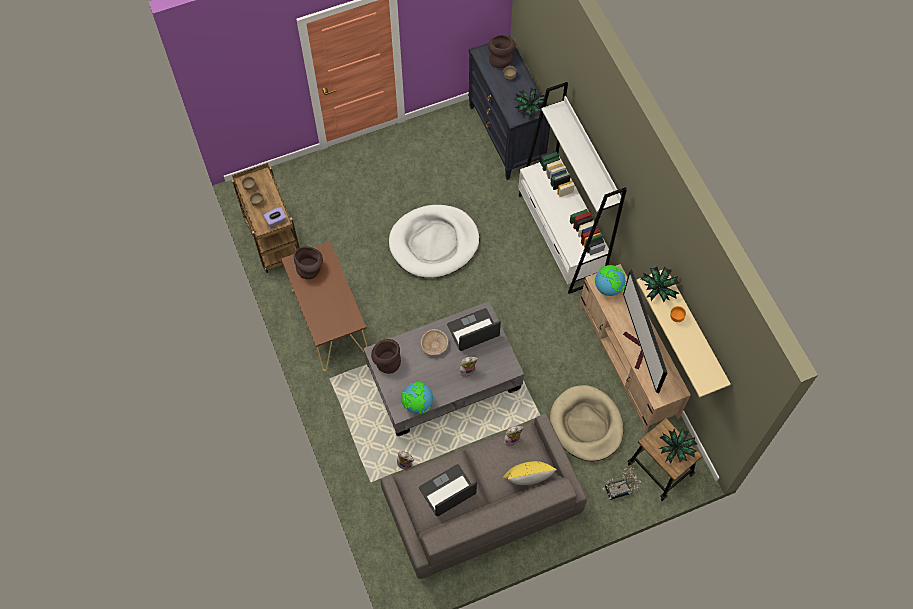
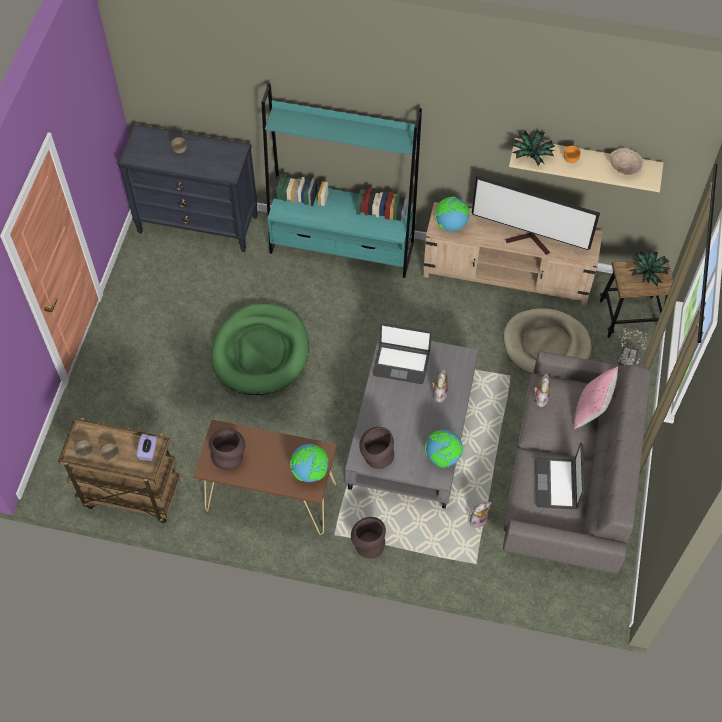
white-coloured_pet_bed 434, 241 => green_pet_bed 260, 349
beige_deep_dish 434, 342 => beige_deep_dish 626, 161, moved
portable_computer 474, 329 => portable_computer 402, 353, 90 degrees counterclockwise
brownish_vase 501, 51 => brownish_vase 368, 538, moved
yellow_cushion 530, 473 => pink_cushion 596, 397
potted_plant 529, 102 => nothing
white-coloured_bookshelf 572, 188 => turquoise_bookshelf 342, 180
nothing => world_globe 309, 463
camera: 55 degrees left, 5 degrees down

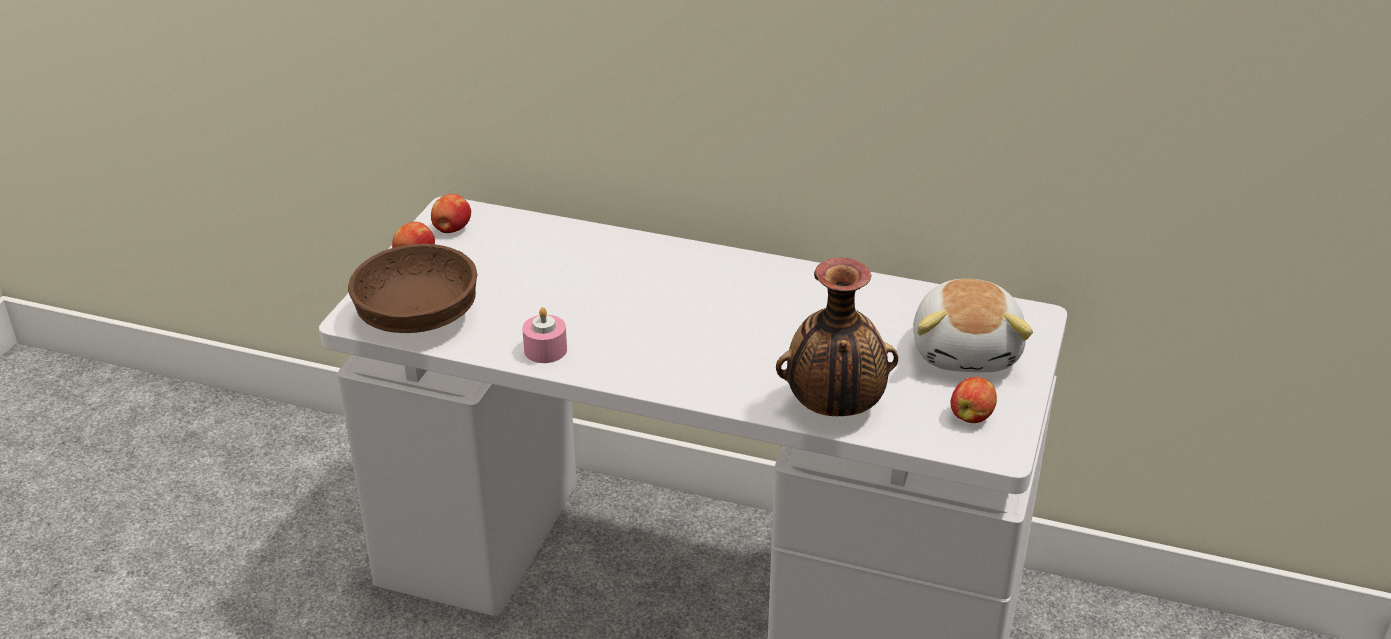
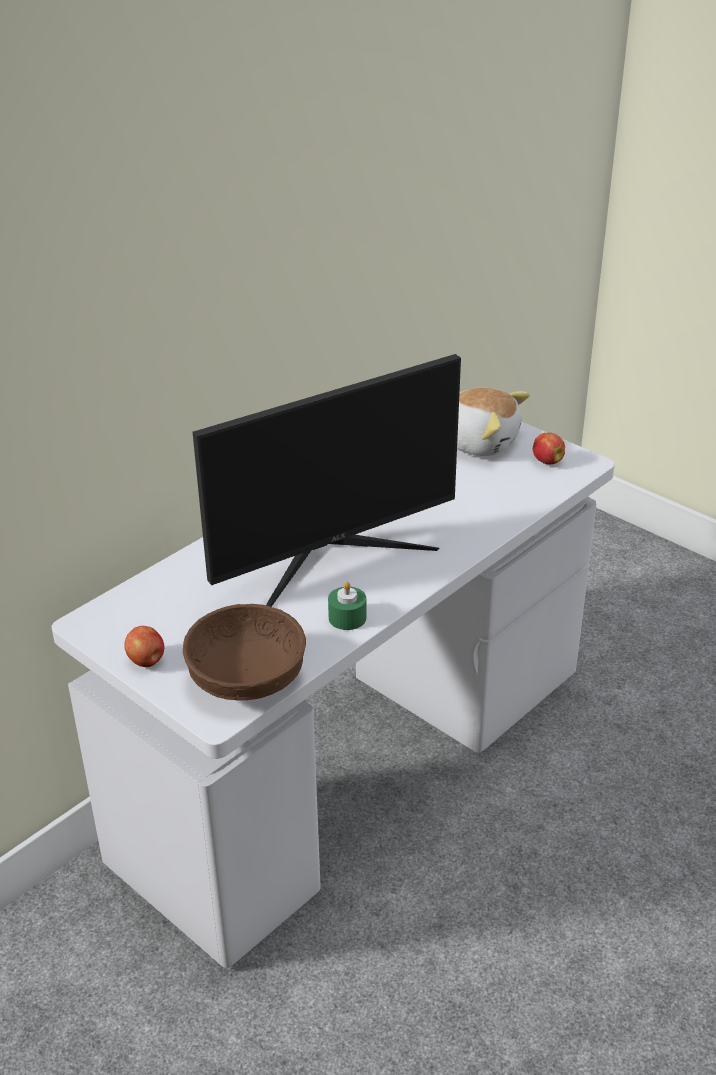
apple_fruit 451, 213 => nothing
pink_wax_candle 544, 335 => green_wax_candle 347, 605
vase 837, 337 => nothing
nothing => monitor 327, 480
camera: 65 degrees left, 0 degrees up

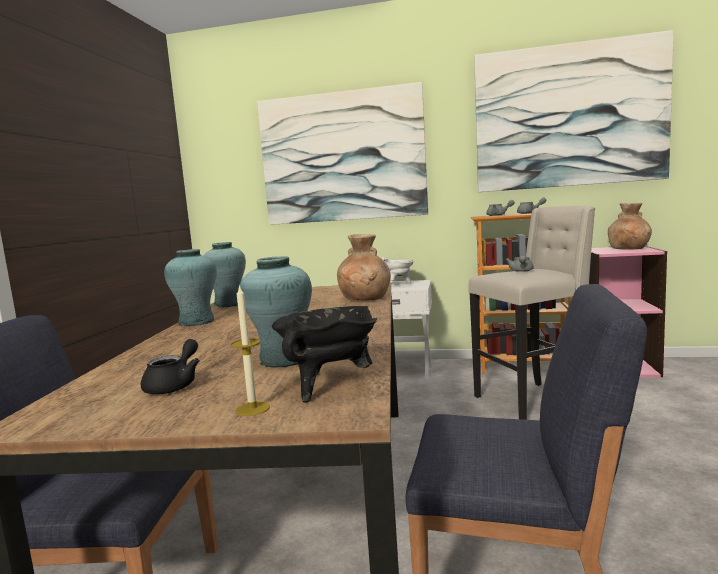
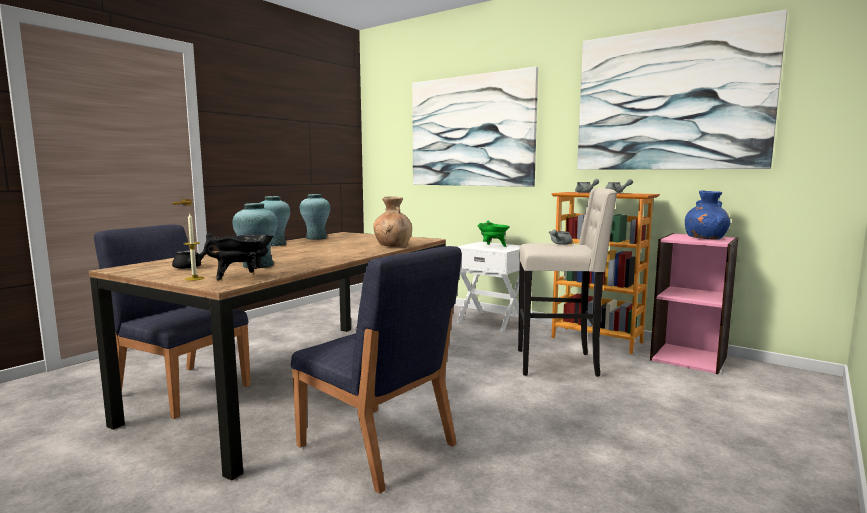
white-coloured_saucepot 398, 270 => green_saucepot 494, 233
brownish_vase 630, 226 => blue_vase 708, 215
camera: 25 degrees right, 0 degrees up

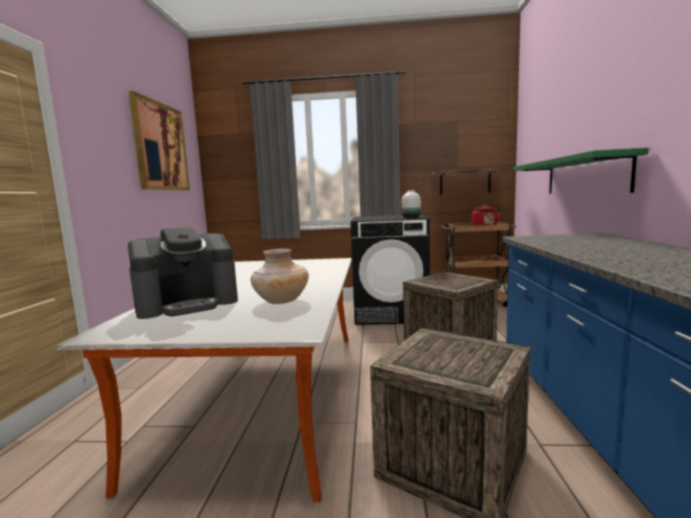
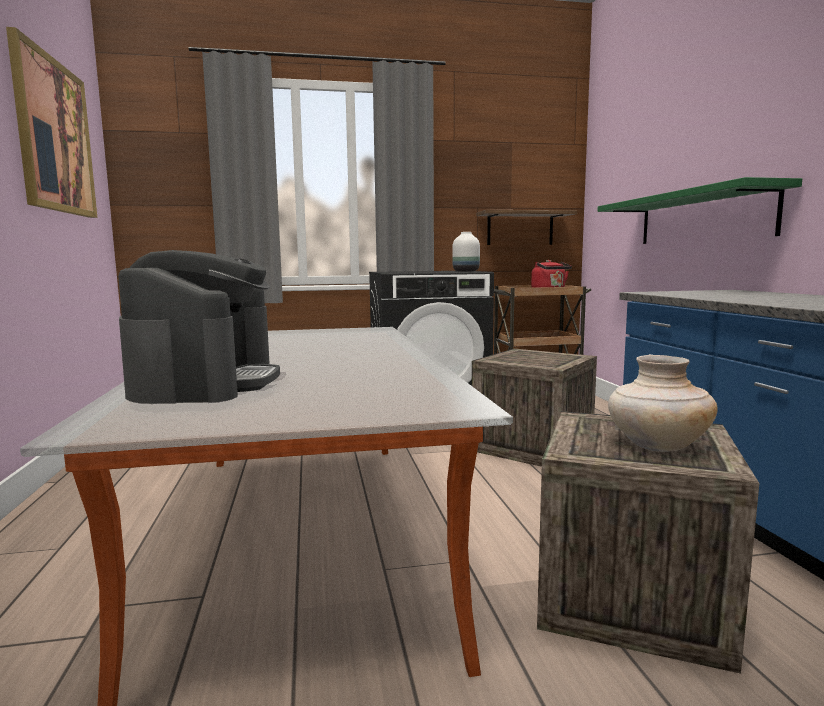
coffee_machine 183, 273 => coffee_machine 199, 327, 45 degrees counterclockwise
beige_vase 280, 276 => beige_vase 663, 403, moved
camera: 15 degrees left, 0 degrees up

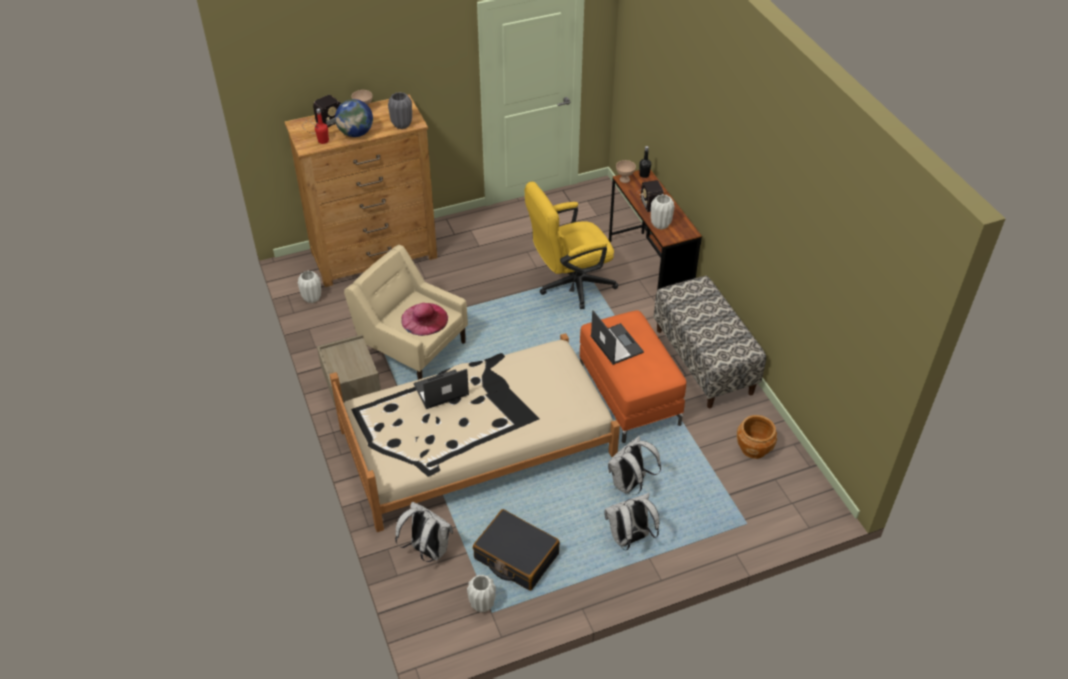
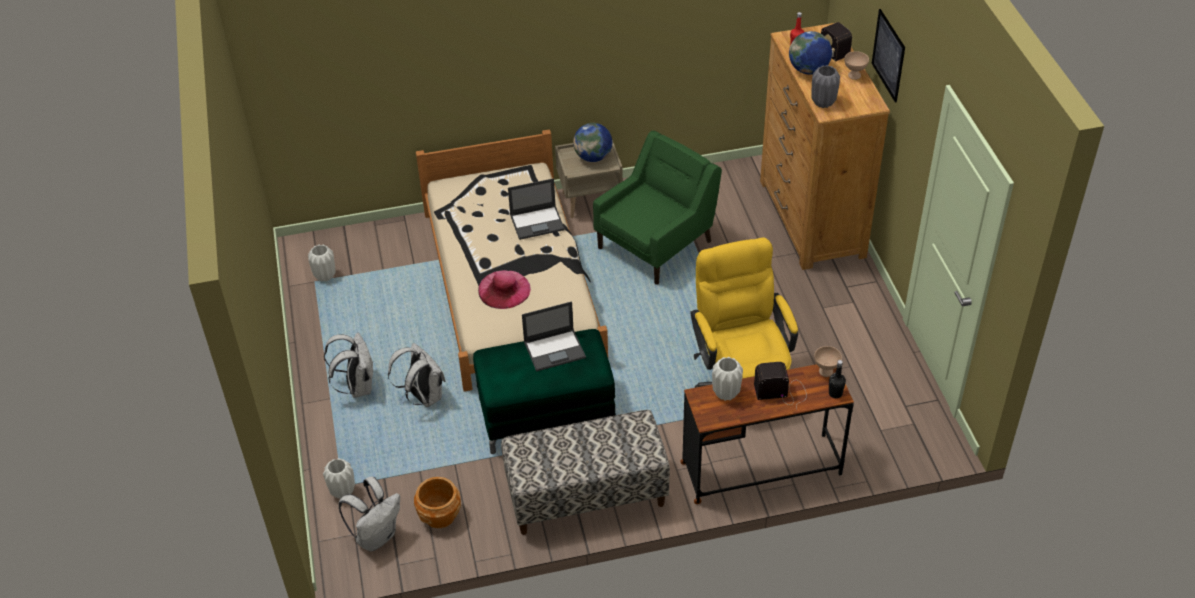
white-coloured_vase 309, 287 => white-coloured_vase 339, 478, moved
beige_armchair 406, 312 => green_armchair 657, 208
white-coloured_knapsack 424, 532 => white-coloured_knapsack 369, 514, moved
pink_hat 424, 319 => pink_hat 504, 289, moved
portable_computer 441, 389 => portable_computer 536, 209, 90 degrees clockwise
black_suitcase 516, 550 => nothing
orange_ottoman 632, 376 => green_ottoman 544, 391
nothing => world_globe 592, 142
nothing => picture 888, 55
camera: 100 degrees right, 0 degrees up

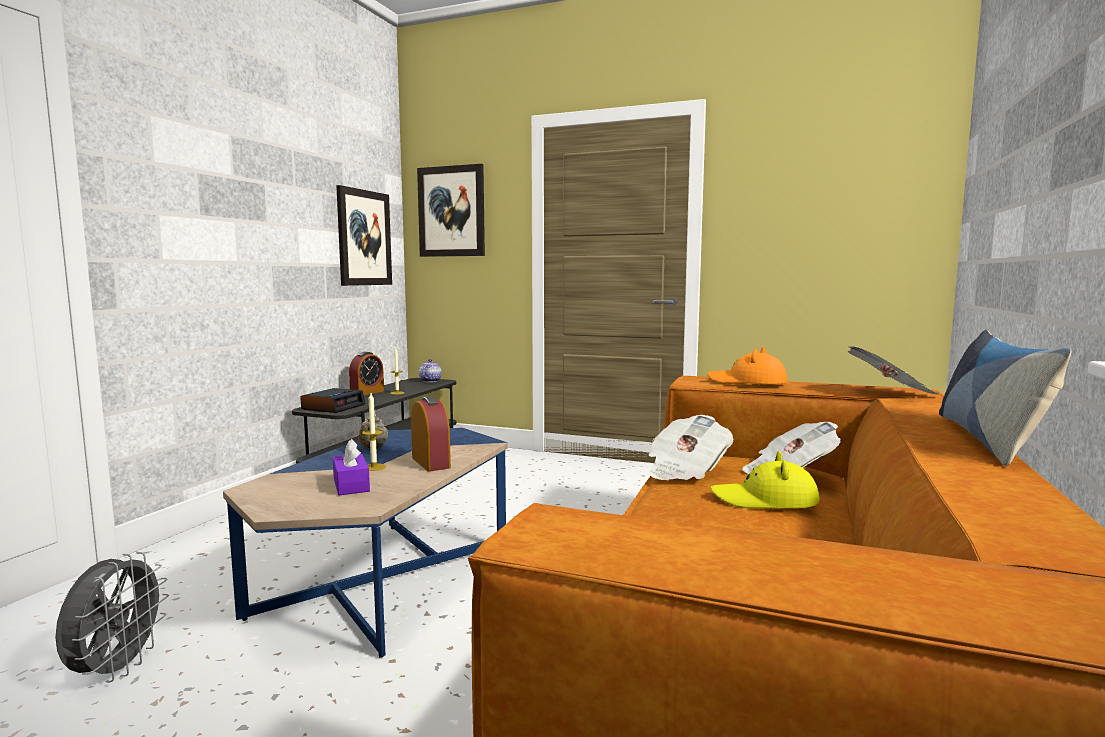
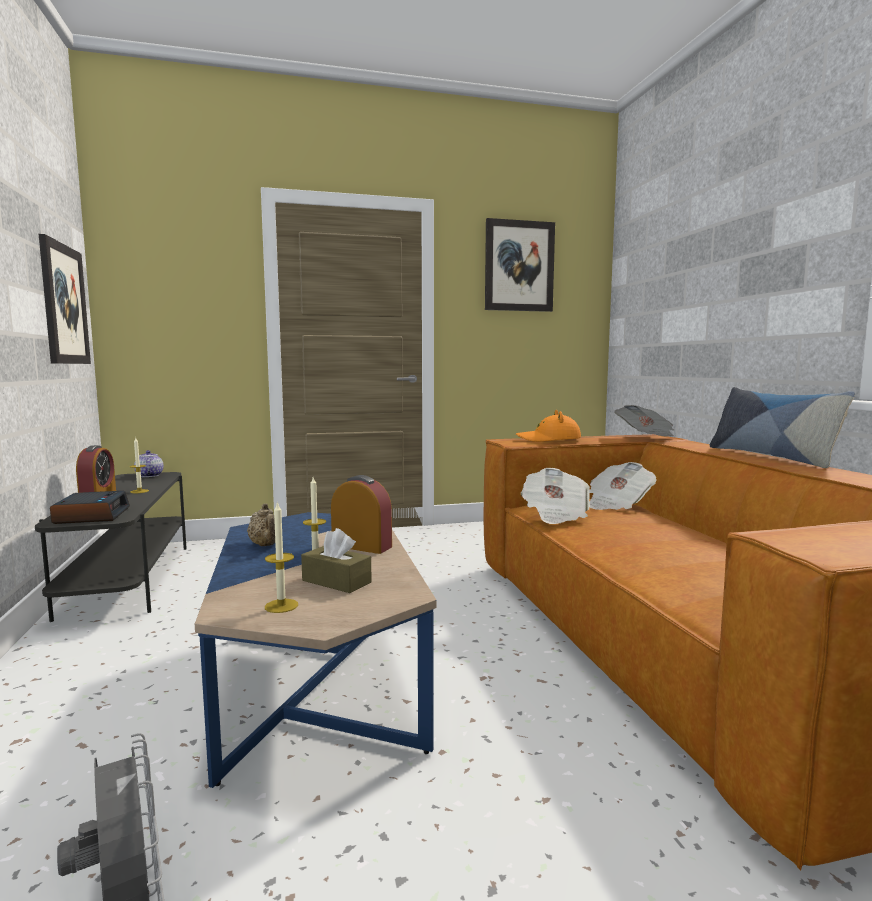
purple_tissue_holder 351, 467 => brownish_tissue_holder 336, 560
picture 451, 210 => picture 520, 265, moved
yellow_hat 765, 480 => nothing
nothing => wax_candle 281, 557
camera: 35 degrees left, 0 degrees up

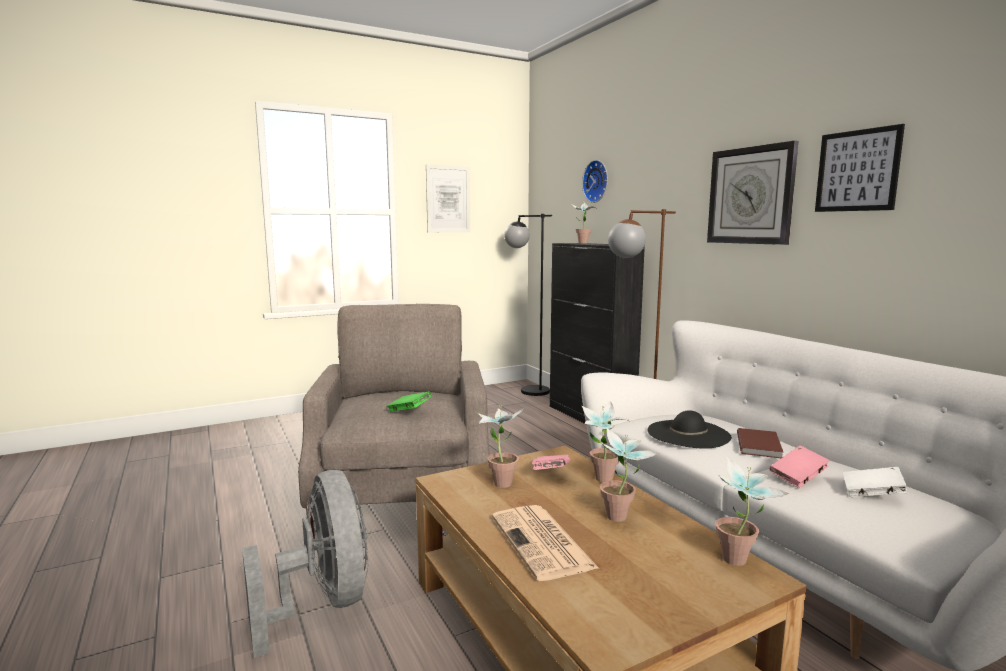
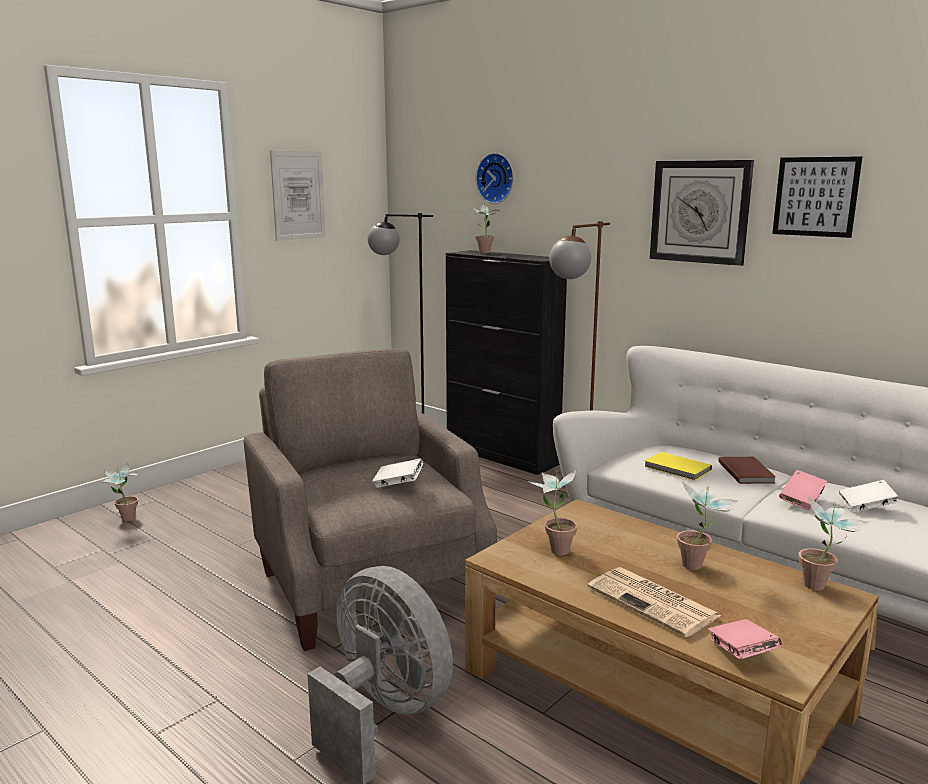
green_volume 409, 401 => white-coloured_volume 397, 473
pink_volume 550, 462 => pink_volume 745, 639, moved
potted_plant 606, 442 => potted_plant 121, 491, moved
black_hat 689, 429 => yellow_volume 678, 466
camera: 20 degrees left, 5 degrees up

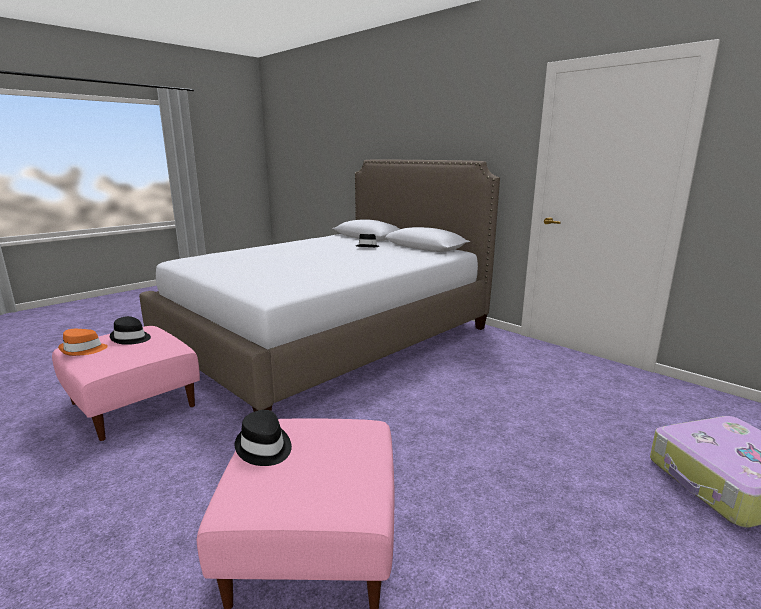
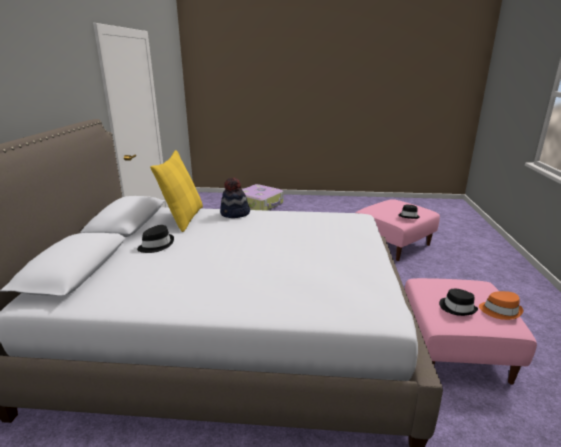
nothing => yellow_cushion 176, 191
nothing => hat 235, 198
camera: 130 degrees left, 5 degrees up

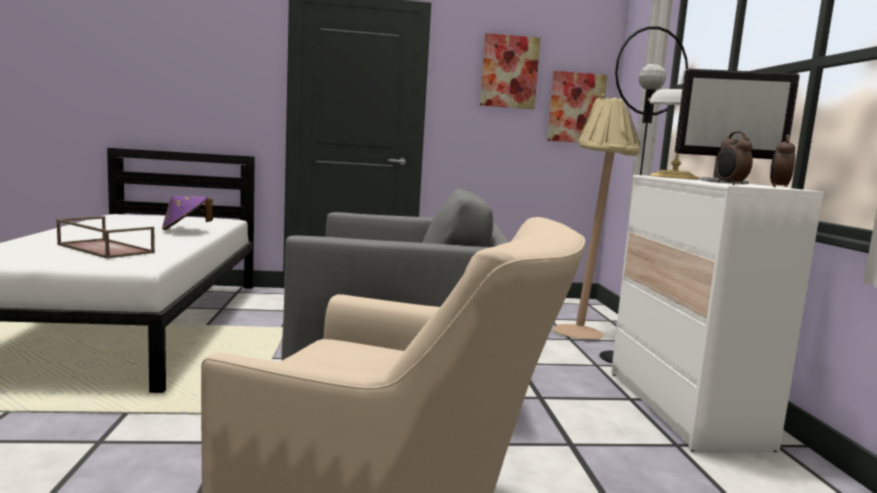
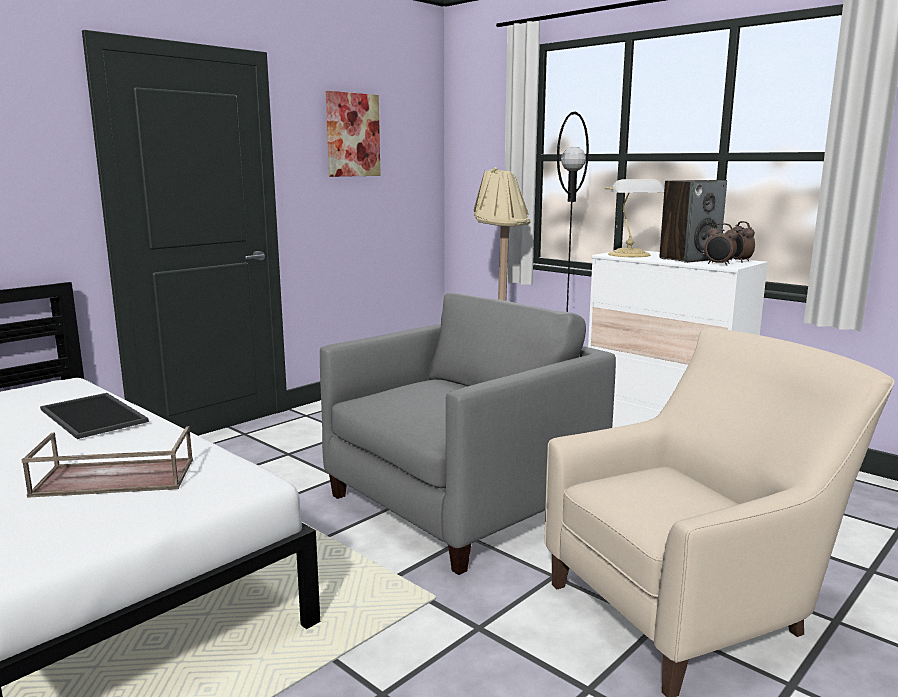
purple_hat 187, 213 => tray 94, 416
picture 577, 107 => nothing
monitor 737, 126 => audio_speaker 693, 221
camera: 40 degrees left, 5 degrees up

